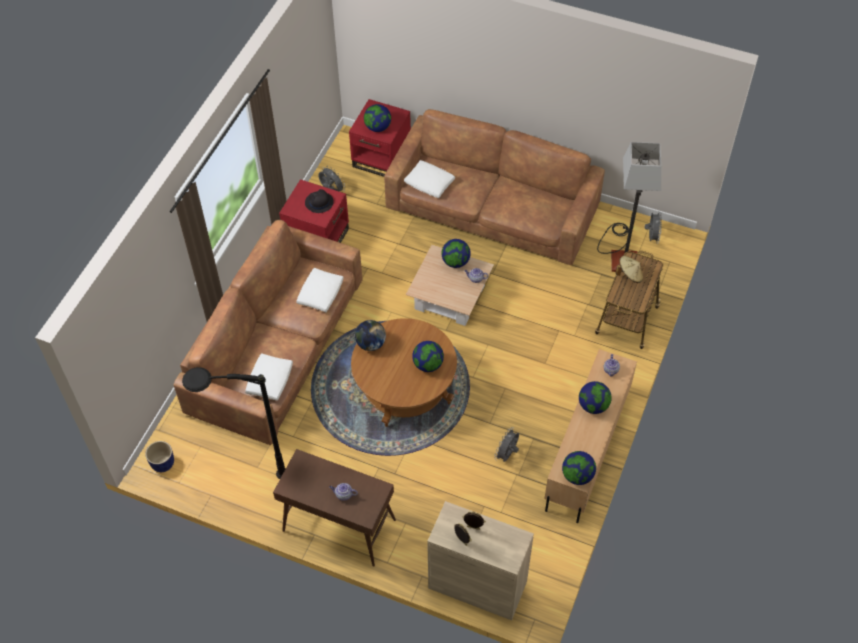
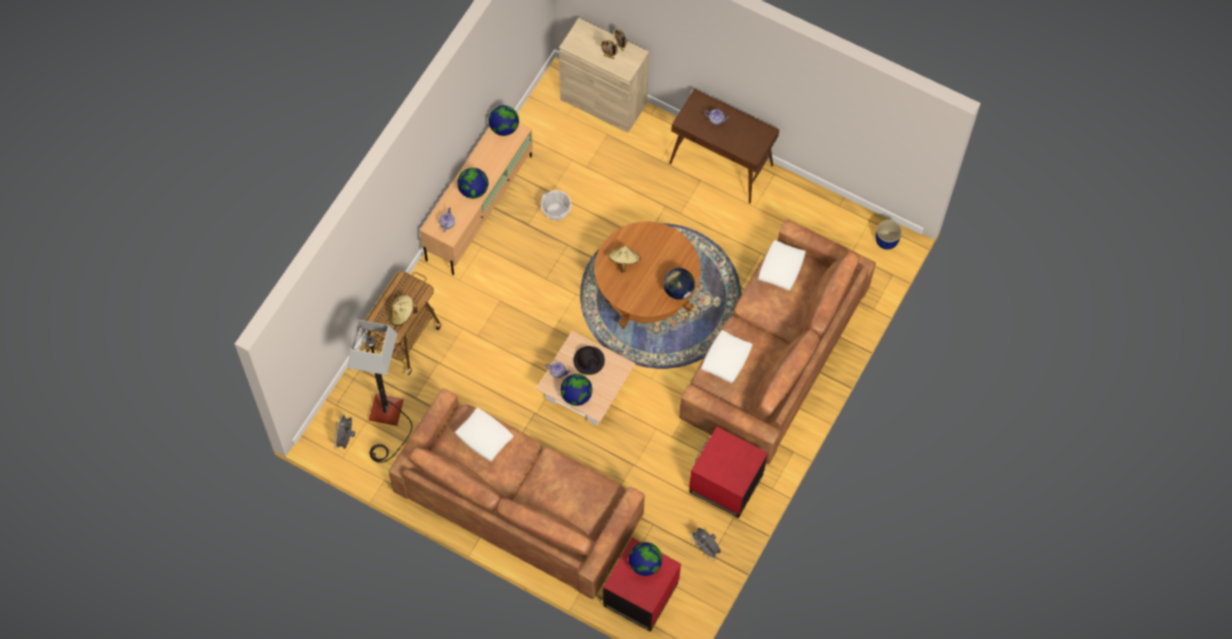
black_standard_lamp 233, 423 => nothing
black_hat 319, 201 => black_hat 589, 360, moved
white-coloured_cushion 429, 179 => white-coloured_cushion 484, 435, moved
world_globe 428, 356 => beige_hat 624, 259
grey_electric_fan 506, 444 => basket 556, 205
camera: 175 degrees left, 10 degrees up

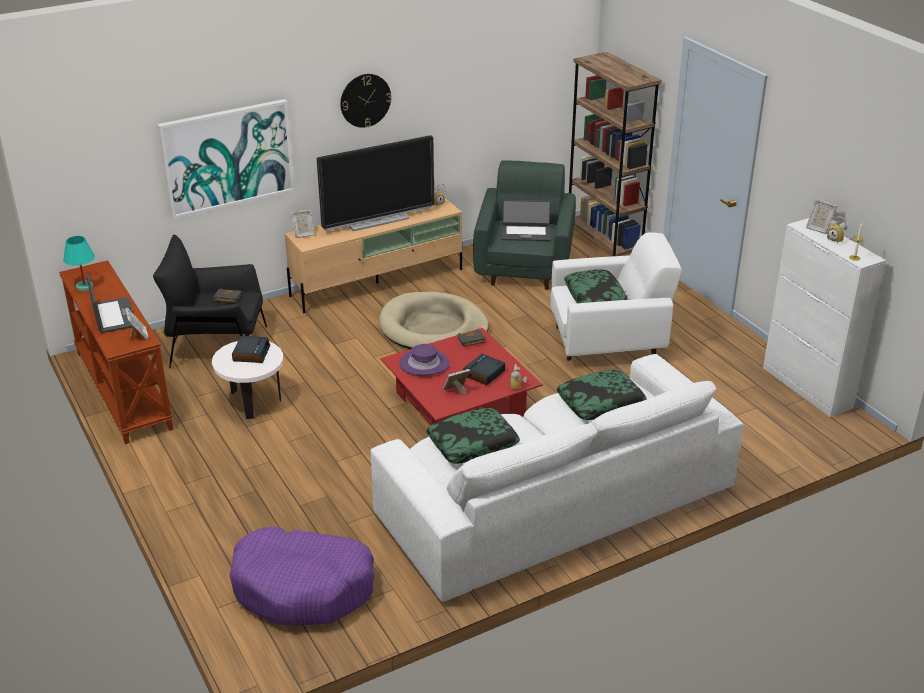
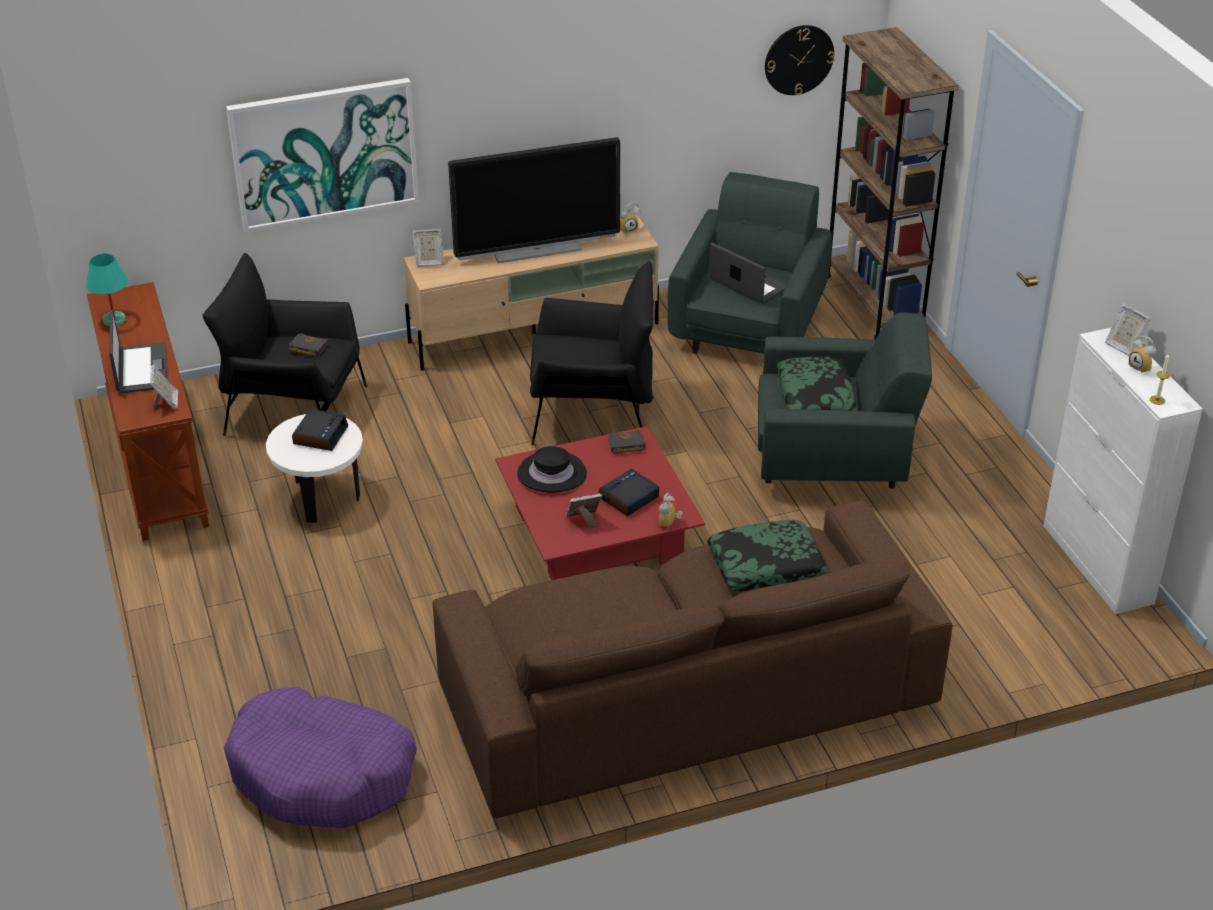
clock_on_the_wall 366, 101 => clock_on_the_wall 800, 60, moved
white-coloured_settee 557, 478 => brownish_settee 693, 659
beige_pet_bed 434, 320 => black_armchair 592, 353
purple_hat 424, 359 => black_hat 552, 469
cushion 473, 436 => nothing
portable_computer 526, 220 => portable_computer 747, 273, 150 degrees counterclockwise
white-coloured_armchair 616, 296 => green_armchair 845, 400
camera: 10 degrees right, 5 degrees up

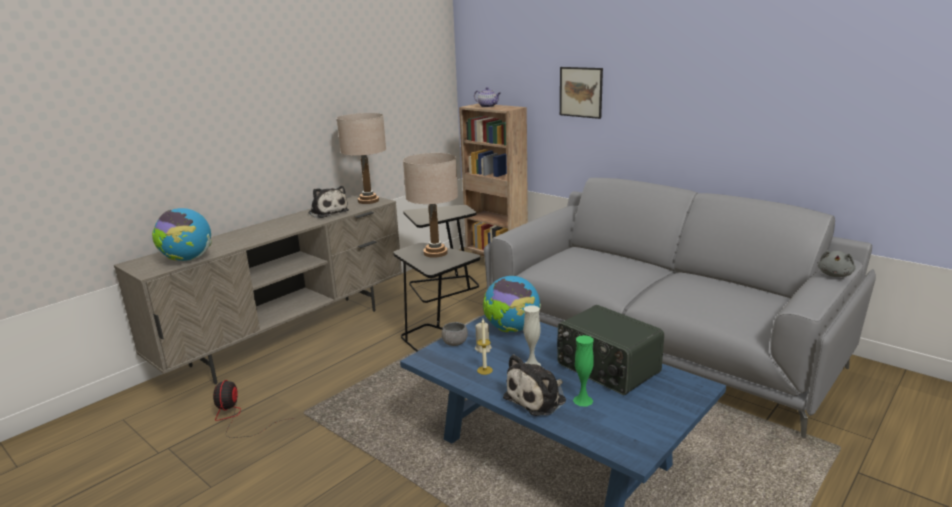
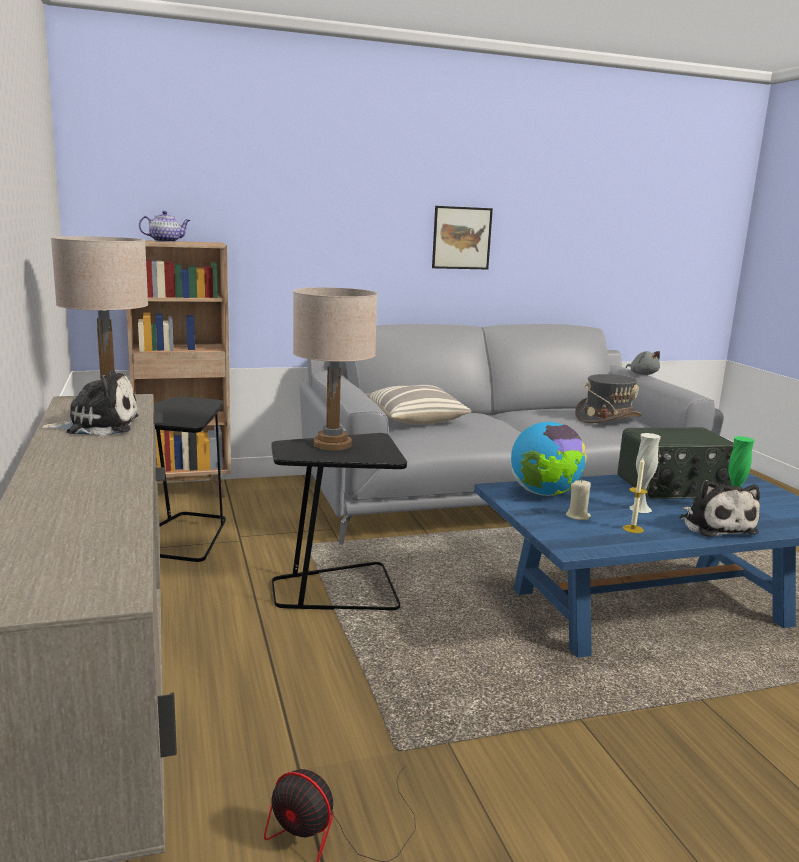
world_globe 182, 234 => nothing
grey_deep_dish 455, 334 => nothing
picture 581, 93 => picture 462, 238, moved
nothing => cushion 418, 405
nothing => grey_hat 608, 398
camera: 60 degrees left, 5 degrees down

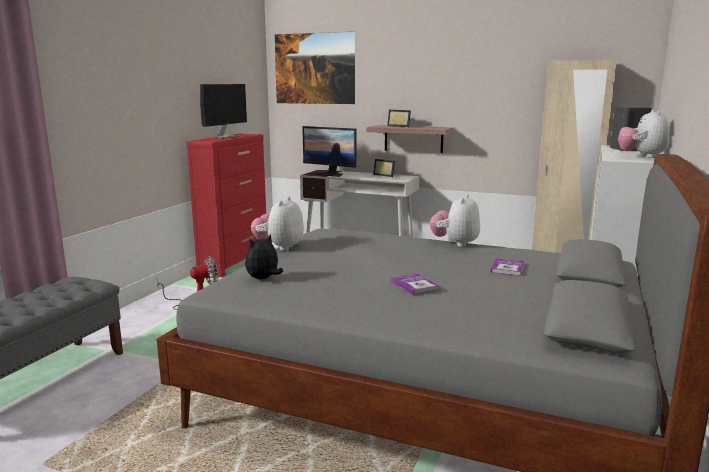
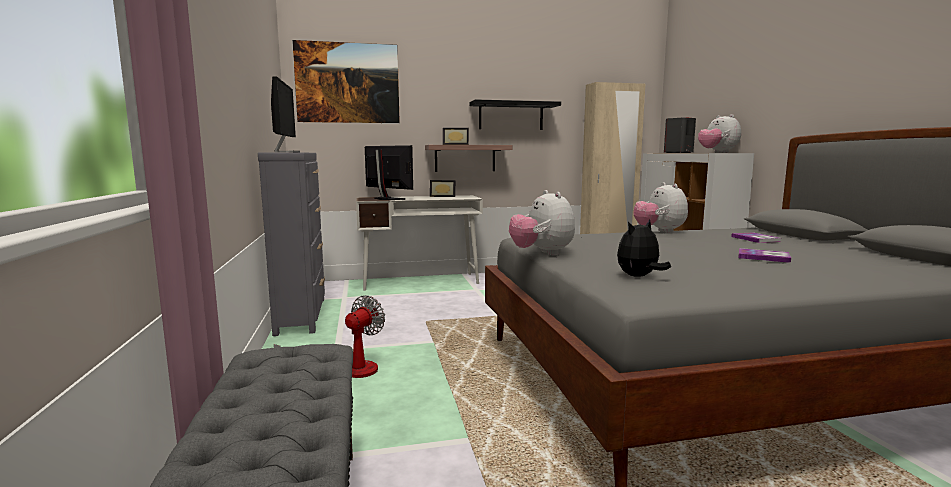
red_dresser 226, 205 => grey_dresser 291, 244
soft_toy 264, 256 => soft_toy 644, 248, 45 degrees clockwise
monitor 329, 151 => monitor 389, 172, 135 degrees counterclockwise
nothing => black_bracket_shelf 515, 114
camera: 35 degrees left, 5 degrees down

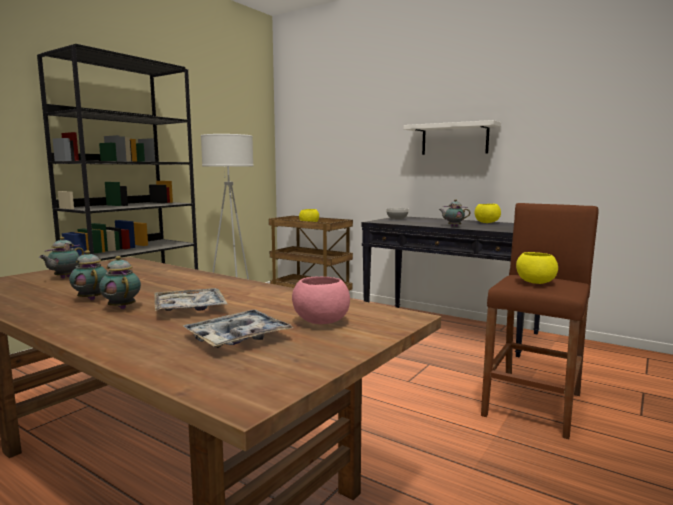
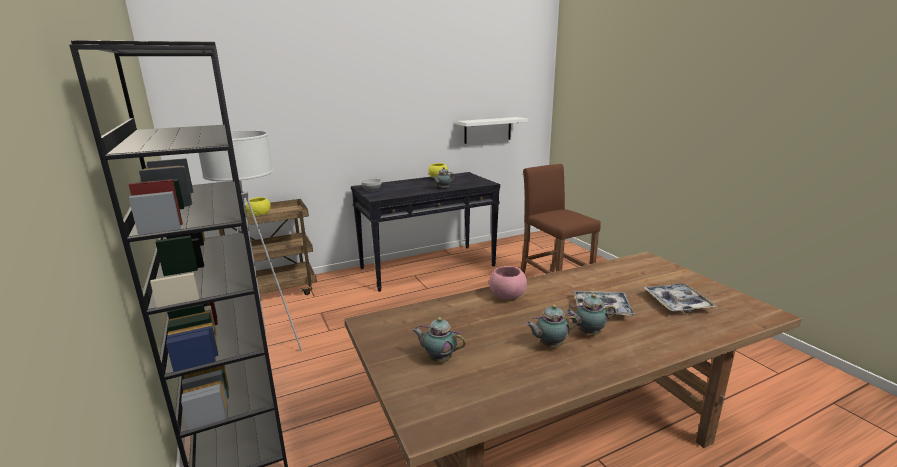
pot_for_tea 61, 258 => pot_for_tea 439, 339, 150 degrees clockwise
pink_deep_dish 321, 300 => pink_deep_dish 508, 282, moved
white-coloured_bracket_shelf 452, 137 => white-coloured_bracket_shelf 492, 130, moved
yellow_deep_dish 537, 268 => nothing
camera: 60 degrees left, 10 degrees up

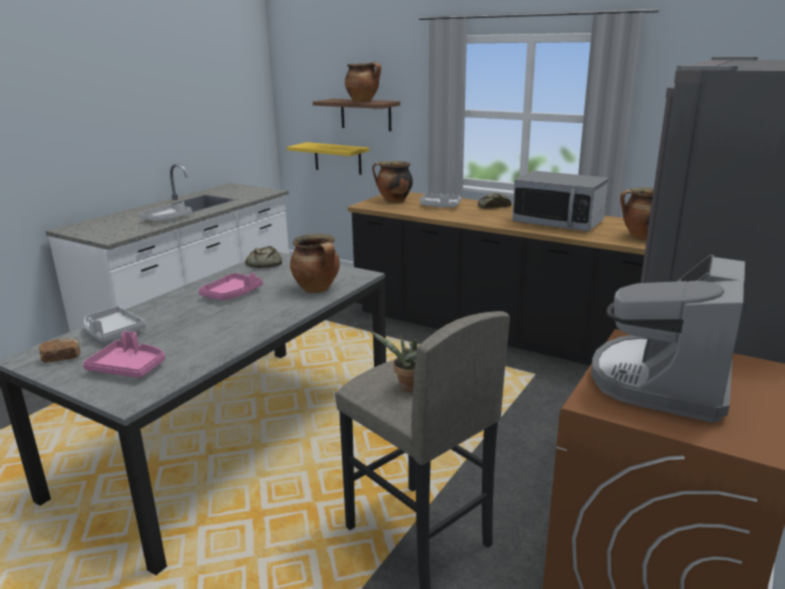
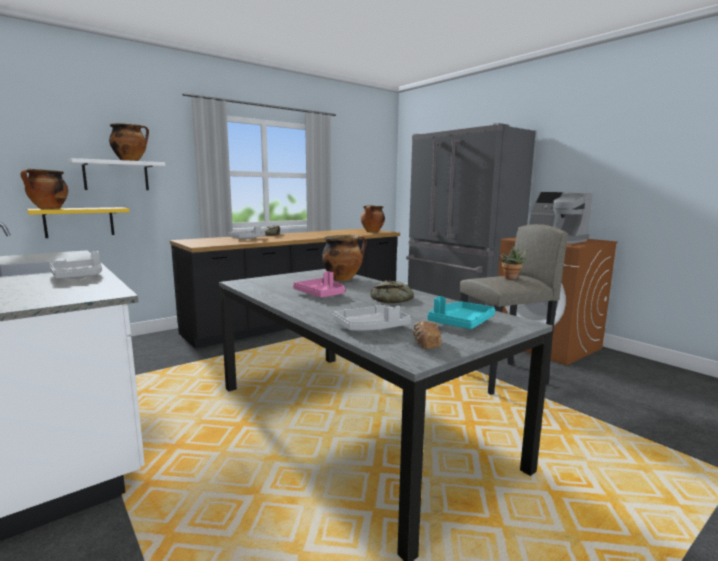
pink_tray 124, 354 => turquoise_tray 461, 312
baked_bread 263, 257 => baked_bread 392, 291, moved
brownish_bracket_shelf 356, 115 => white-coloured_bracket_shelf 116, 174
saucepot 392, 182 => saucepot 44, 189, moved
kitchen_microwave 560, 201 => nothing
camera: 70 degrees left, 10 degrees down

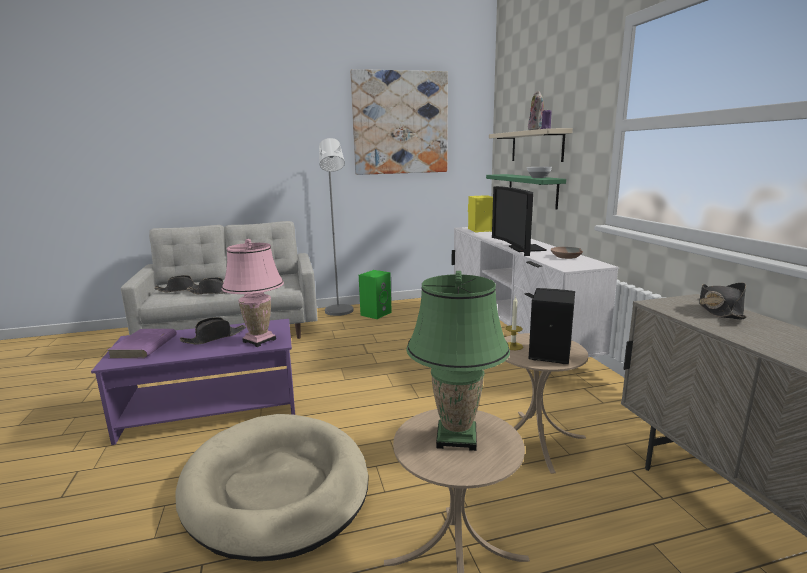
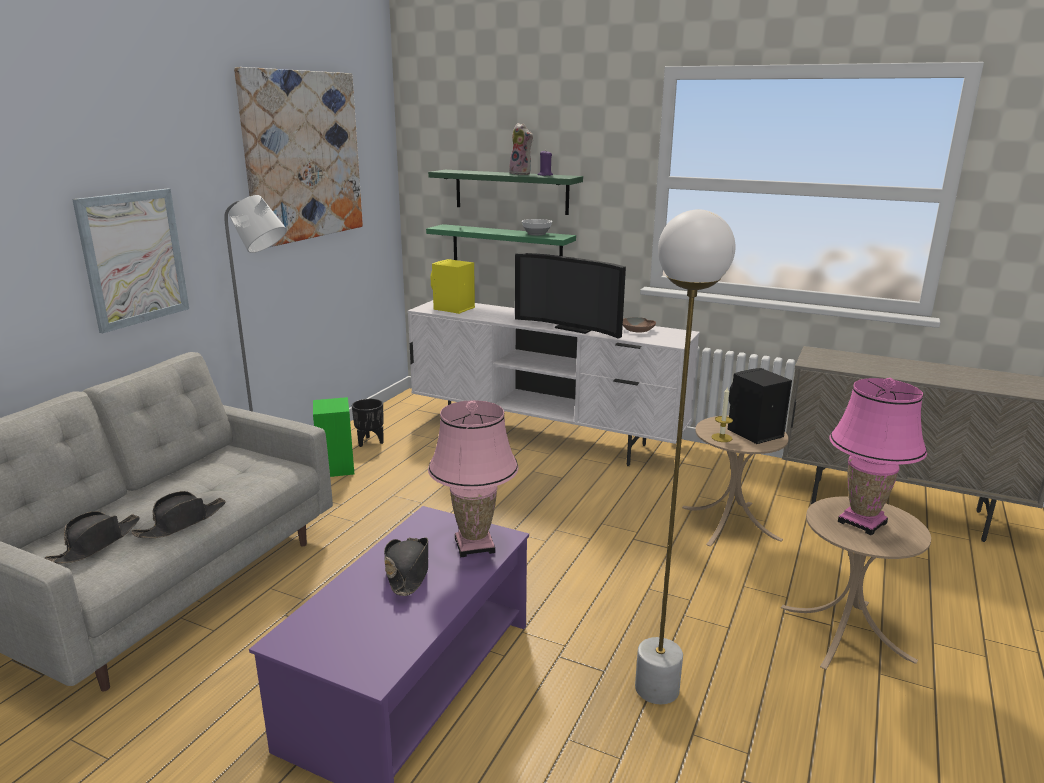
purple_volume 142, 343 => nothing
beige_pet_bed 272, 487 => white-coloured_standard_lamp 685, 456
green_table_lamp 458, 361 => pink_table_lamp 878, 457
beige_bracket_shelf 531, 145 => green_bracket_shelf 505, 192
black_hat 723, 300 => nothing
nothing => picture 130, 261
nothing => black_flower_pot 368, 423
camera: 50 degrees left, 5 degrees up

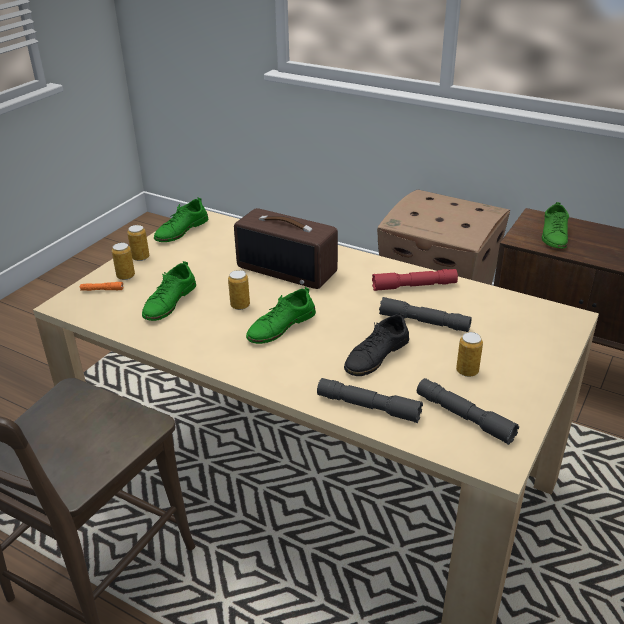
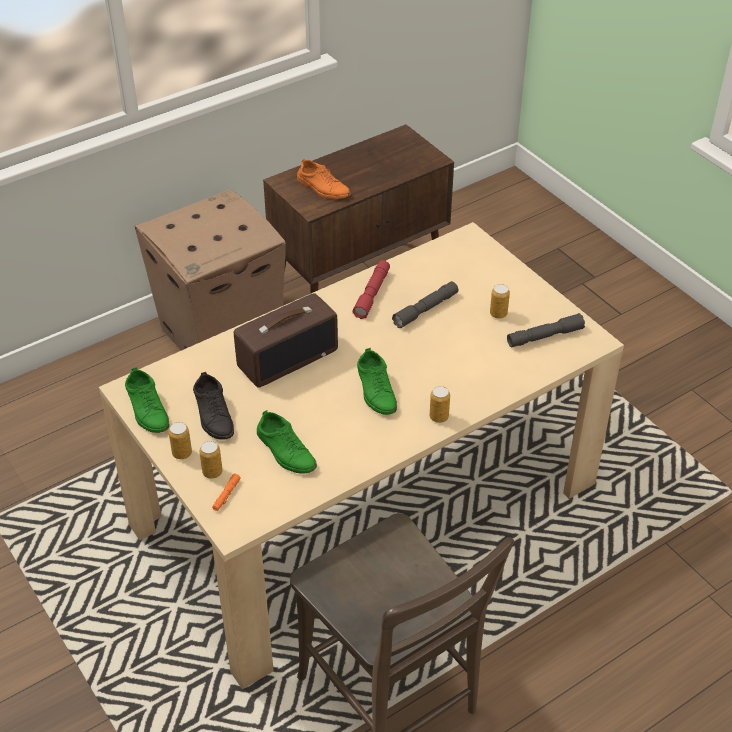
sealed_can 239, 290 => sealed_can 440, 404, moved
grey_hand_torch 370, 400 => nothing
black_item_of_footwear 376, 344 => black_item_of_footwear 213, 406, moved
green_item_of_footwear 555, 225 => orange_item_of_footwear 324, 178
camera: 65 degrees left, 10 degrees up

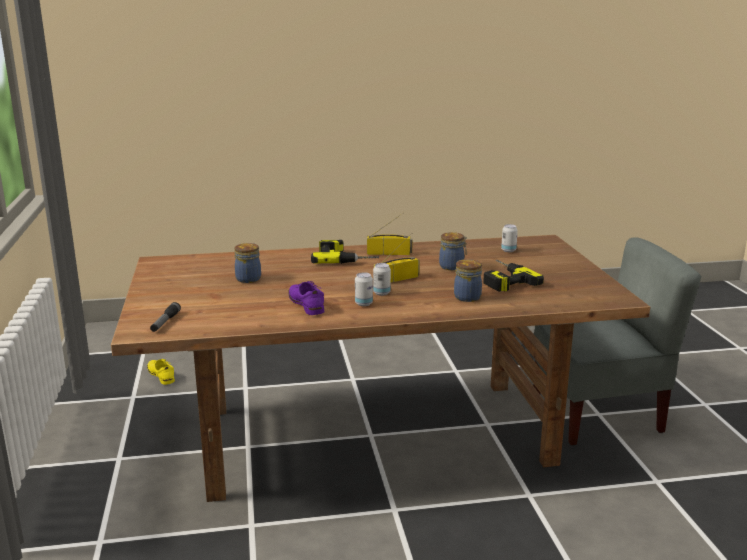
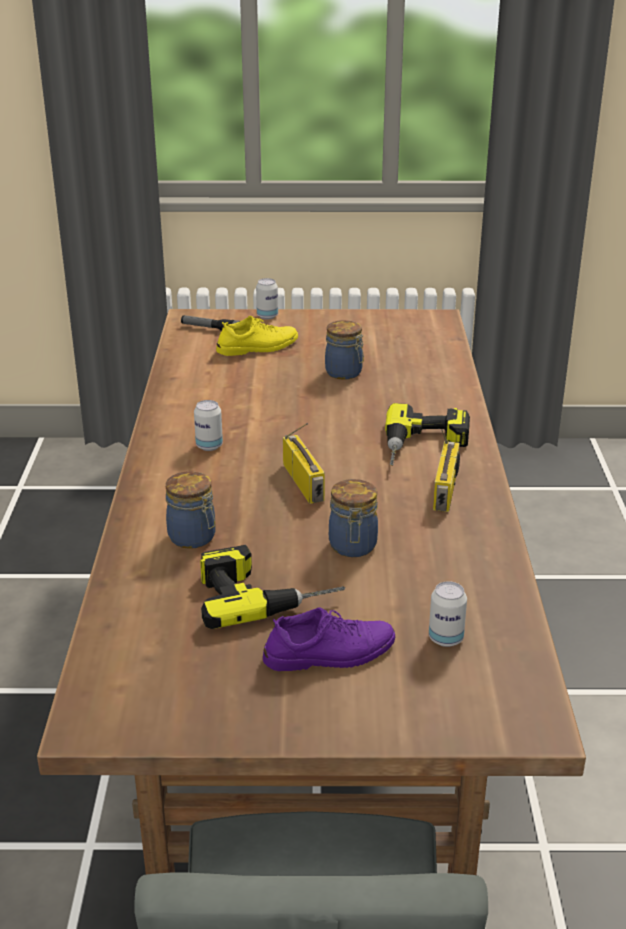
yellow_item_of_footwear 161, 372 => yellow_item_of_footwear 257, 336, moved
purple_item_of_footwear 306, 298 => purple_item_of_footwear 329, 639, moved
sealed_can 382, 279 => sealed_can 267, 299, moved
camera: 100 degrees right, 10 degrees up

